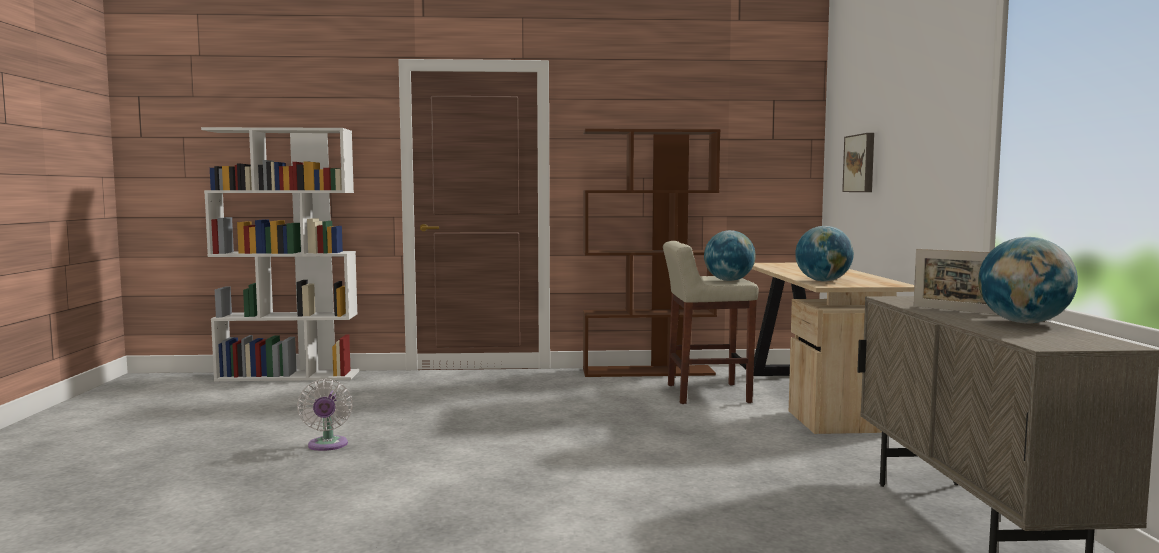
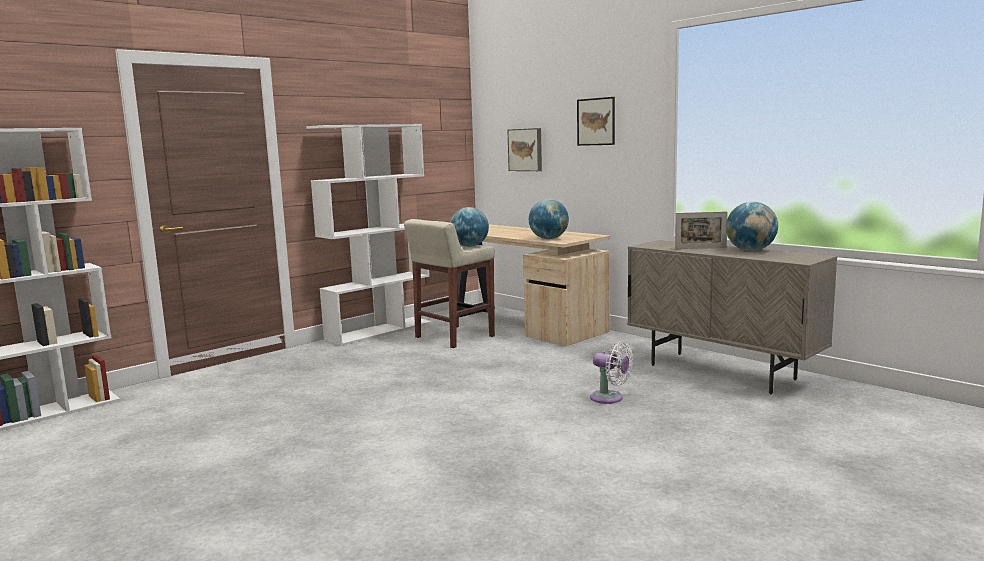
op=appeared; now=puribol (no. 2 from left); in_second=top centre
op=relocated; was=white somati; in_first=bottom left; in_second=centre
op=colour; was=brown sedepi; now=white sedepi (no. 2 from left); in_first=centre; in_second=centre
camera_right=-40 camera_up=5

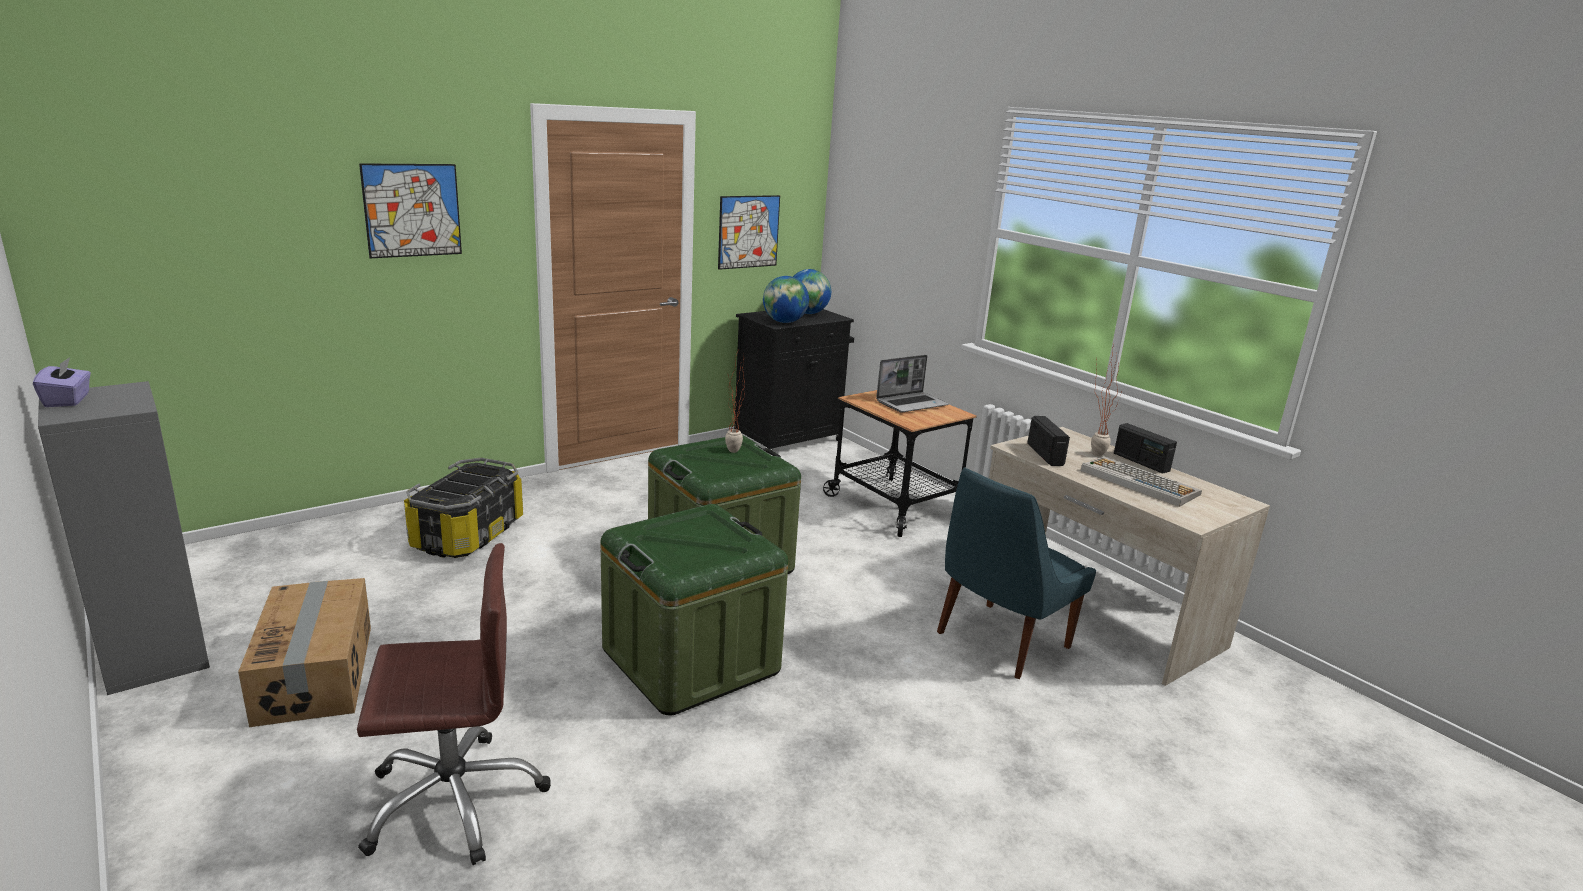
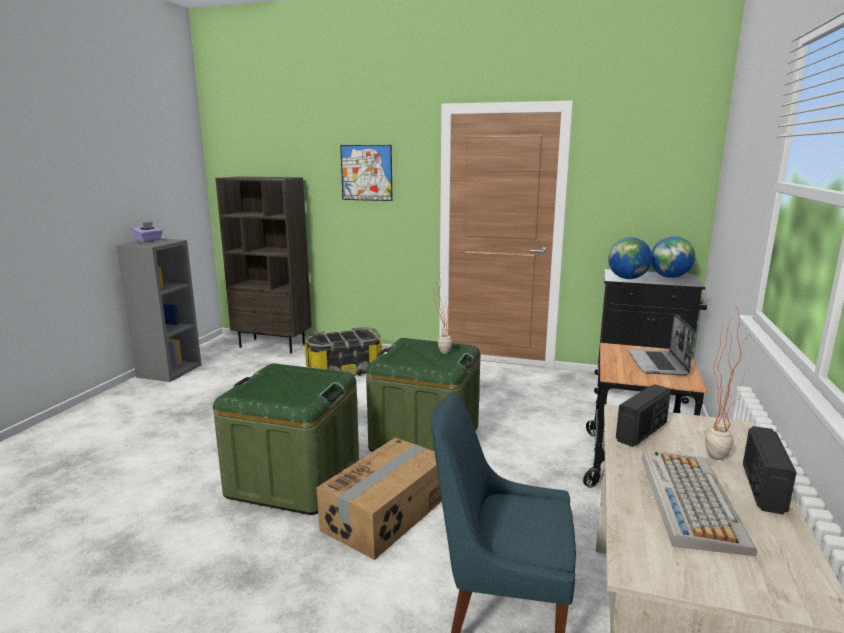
op=missing; was=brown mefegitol; in_first=bottom left
op=missing; was=puribol (no. 2 from left); in_first=top centre
op=appeared; now=brown sedepi; in_second=middle left
op=relocated; was=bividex; in_first=bottom left; in_second=bottom centre
op=spun; was=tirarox; in_first=centre; in_second=middle right; clockwise=75
camera_right=55 camera_up=-5

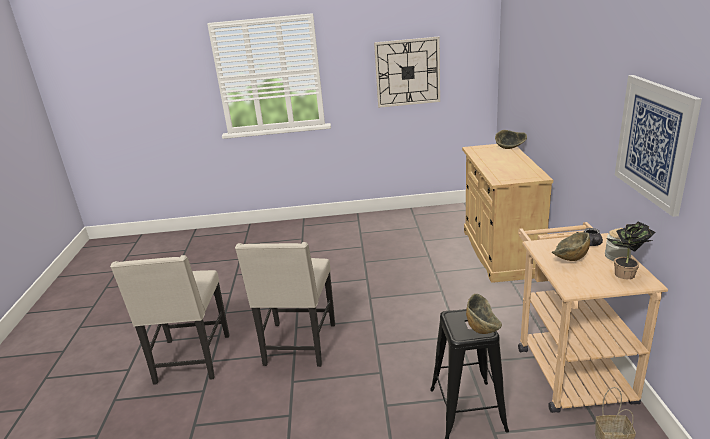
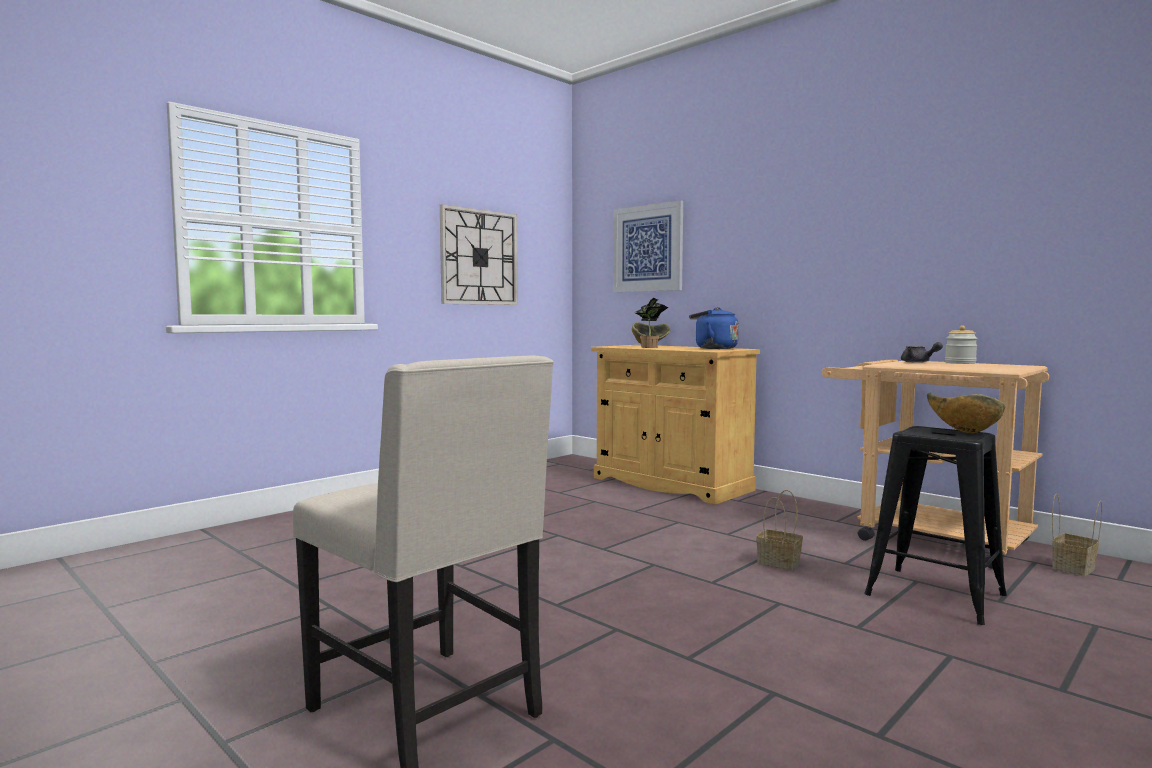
op=missing; was=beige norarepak (no. 2 from left); in_first=bottom centre
op=missing; was=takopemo (no. 3 from left); in_first=middle right
op=appeared; now=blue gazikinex; in_second=centre
op=appeared; now=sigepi (no. 1 from left); in_second=bottom right
op=relocated; was=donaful; in_first=middle right; in_second=centre
op=relocated; was=puribol; in_first=top right; in_second=top centre
camera_right=-45 camera_up=-20

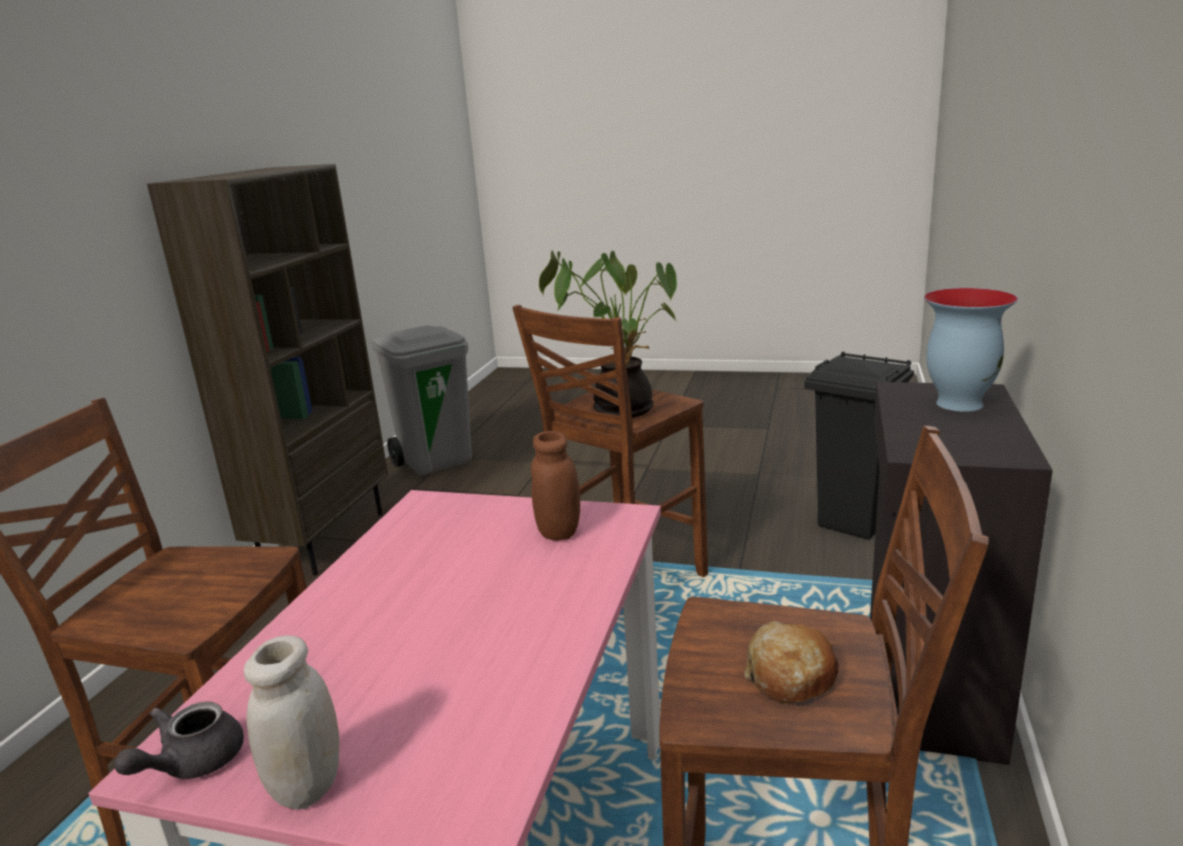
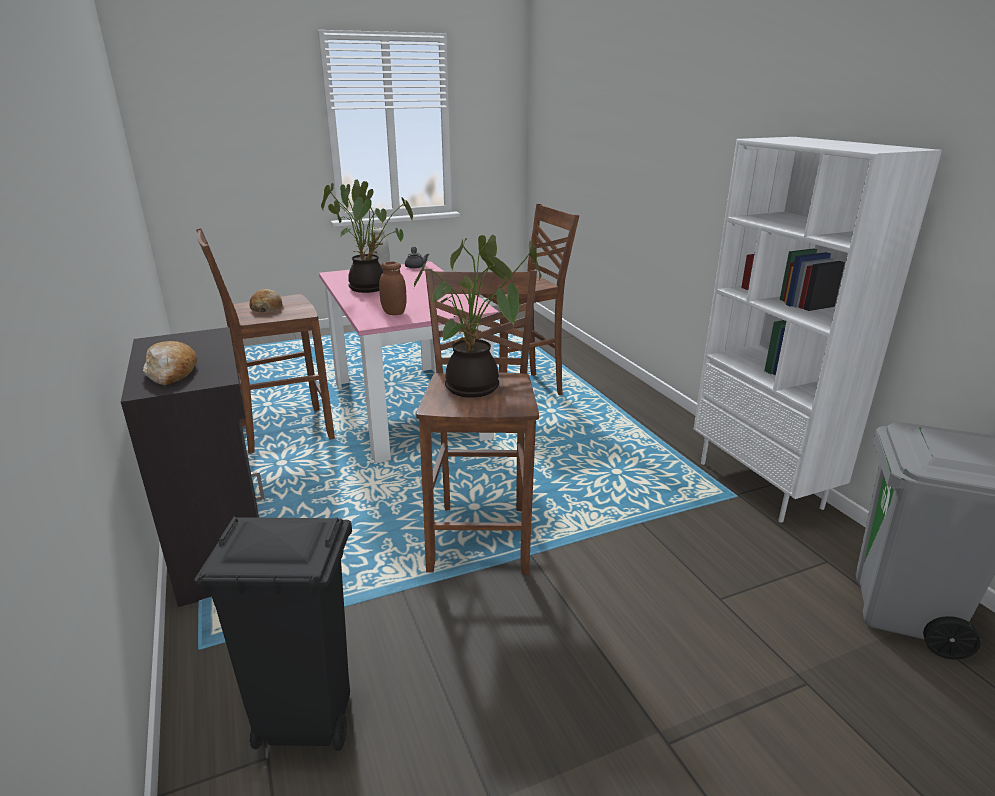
op=appeared; now=donaful (no. 1 from left); in_second=top centre
op=exchanged; was=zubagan; now=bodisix (no. 1 from left); in_first=middle right; in_second=middle left
op=colour; was=brown sedepi; now=white sedepi; in_first=middle left; in_second=middle right
camera_right=140 camera_up=5

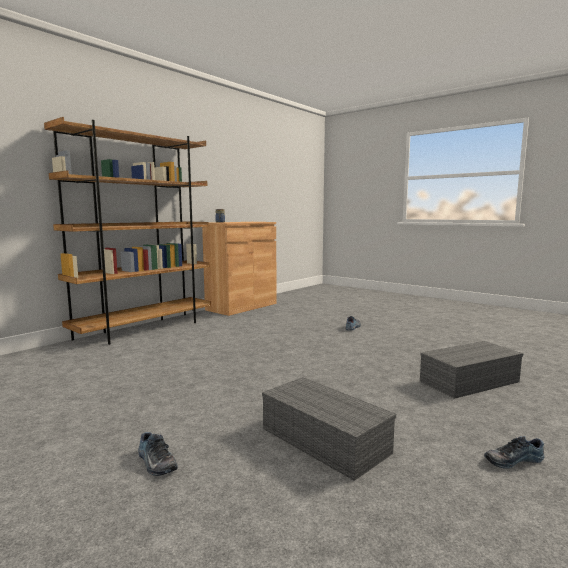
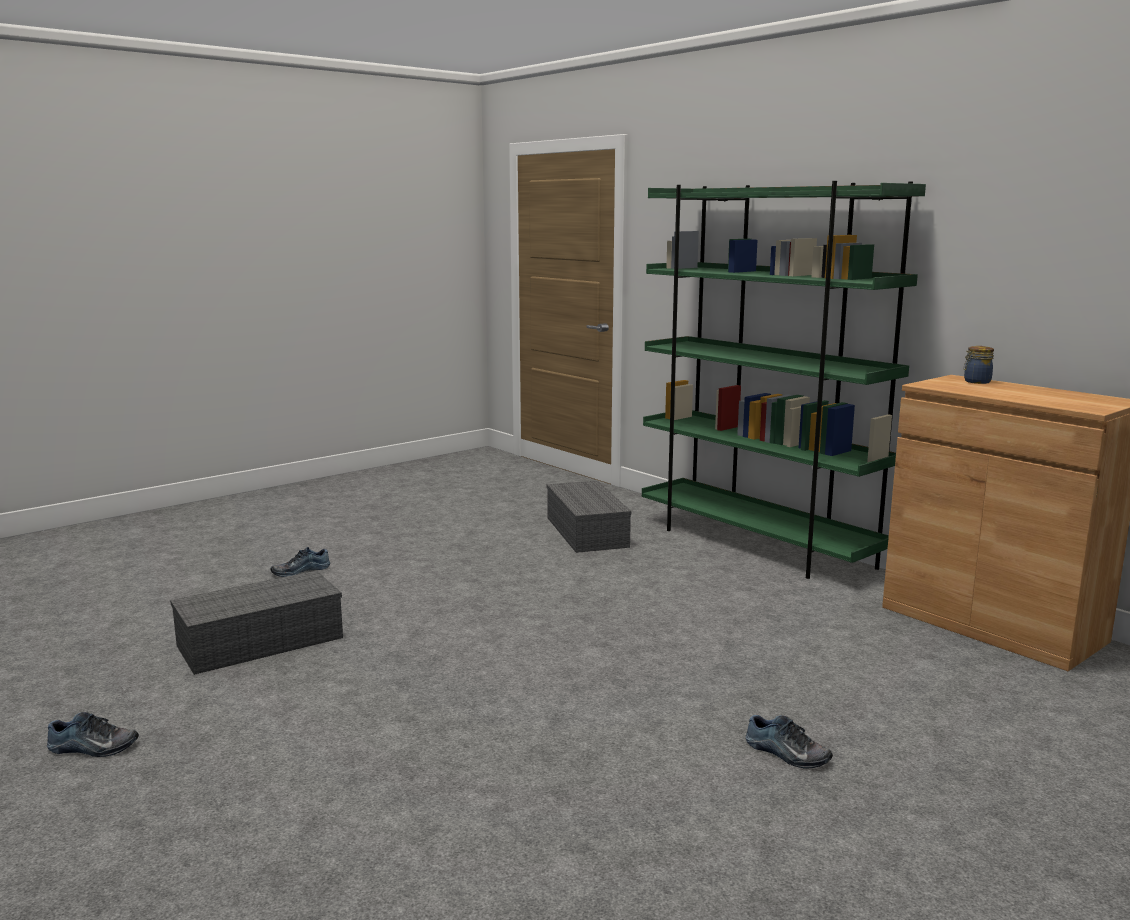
op=relocated; was=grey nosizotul (no. 2 from left); in_first=middle right; in_second=centre
op=colour; was=brown sedepi; now=green sedepi; in_first=middle left; in_second=middle right
op=spun; was=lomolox (no. 3 from left in the first image); in_first=bottom right; in_second=bottom left; clockwise=90
camera_right=100 camera_up=5

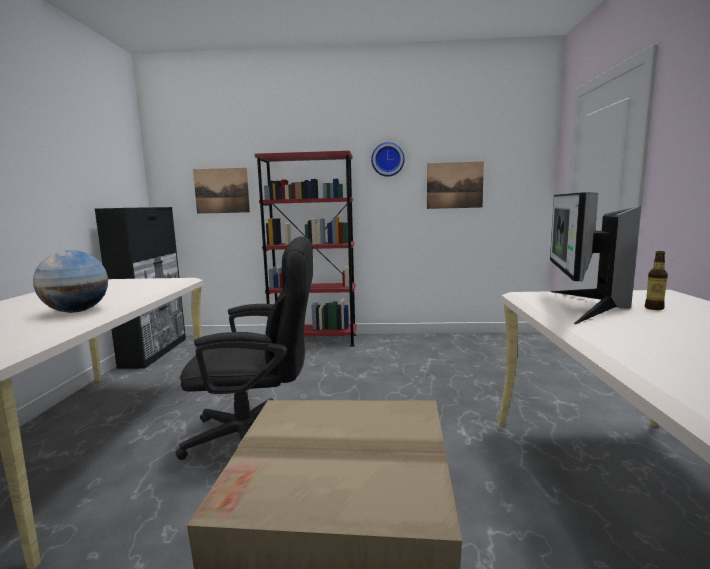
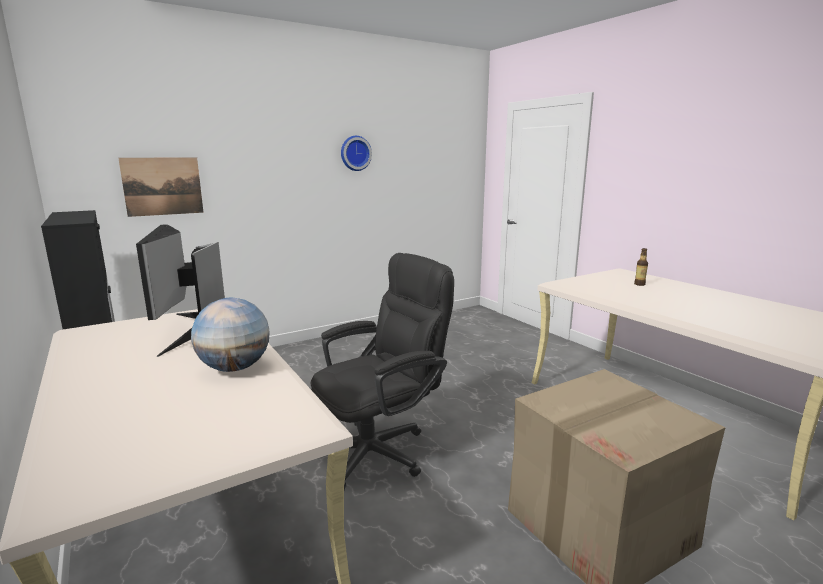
op=missing; was=red sedepi; in_first=centre
op=missing; was=puribol (no. 2 from left); in_first=top centre
op=relocated; was=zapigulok; in_first=middle right; in_second=middle left
camera_right=-35 camera_up=5

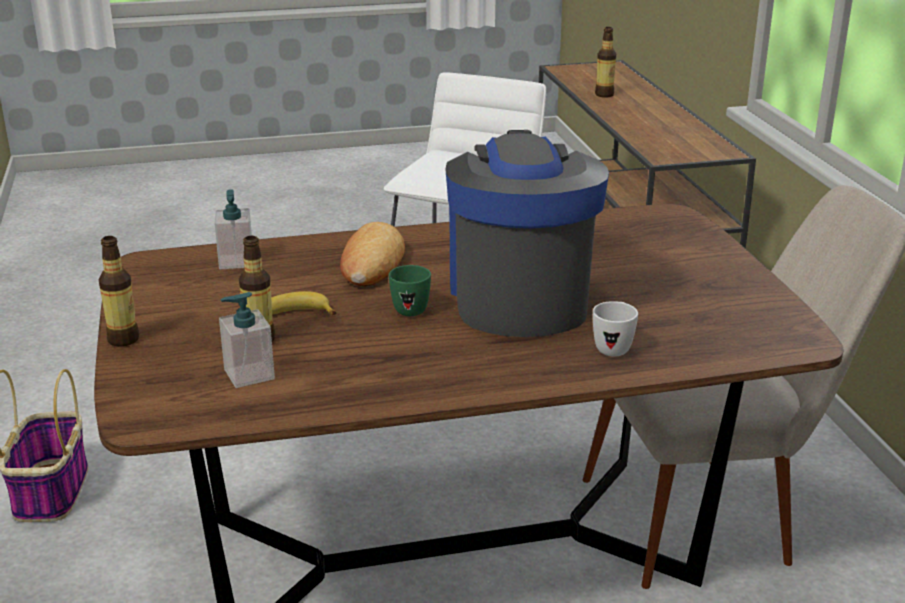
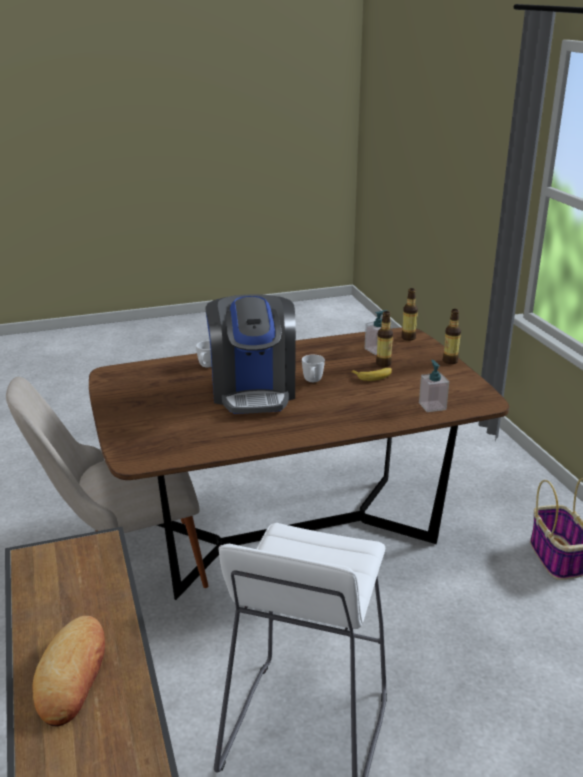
op=relocated; was=bodisix; in_first=centre; in_second=bottom left
op=relocated; was=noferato (no. 3 from left in the first image); now=noferato (no. 2 from left); in_first=top right; in_second=middle right
op=colour; was=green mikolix; now=white mikolix (no. 2 from left); in_first=centre; in_second=centre
camera_right=175 camera_up=0

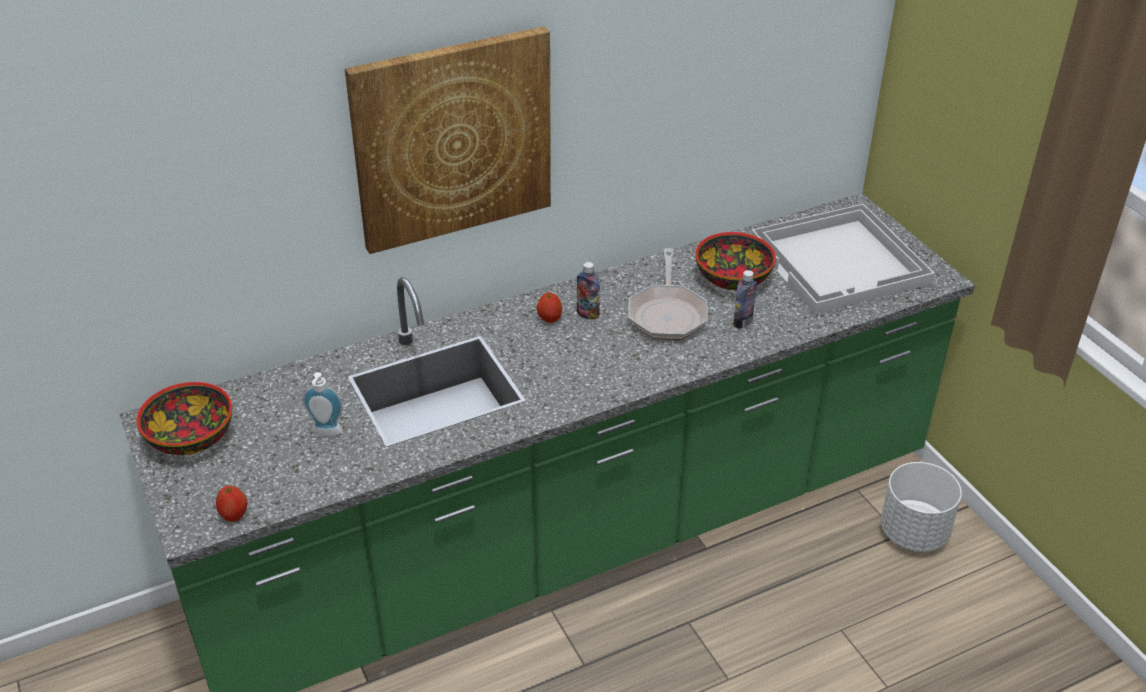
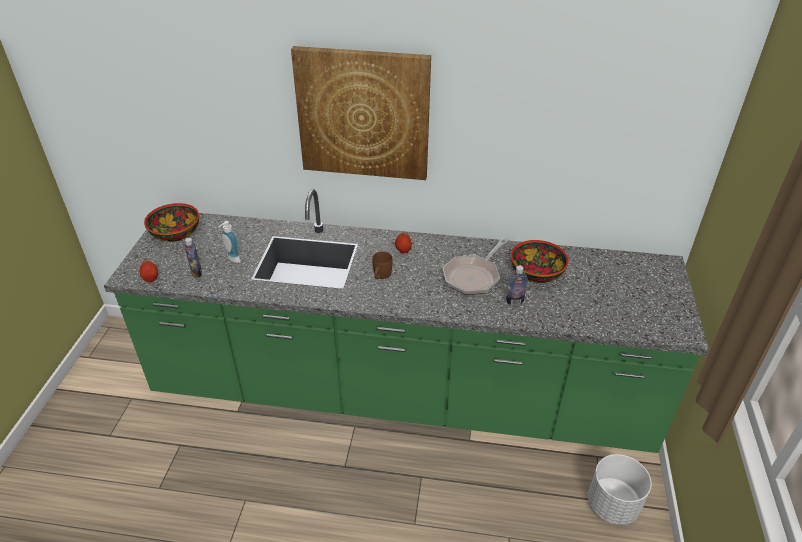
op=missing; was=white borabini; in_first=middle right
op=appeared; now=brown mikolix; in_second=centre
op=relocated; was=noferato (no. 1 from left); in_first=centre; in_second=middle left
camera_right=35 camera_up=0

